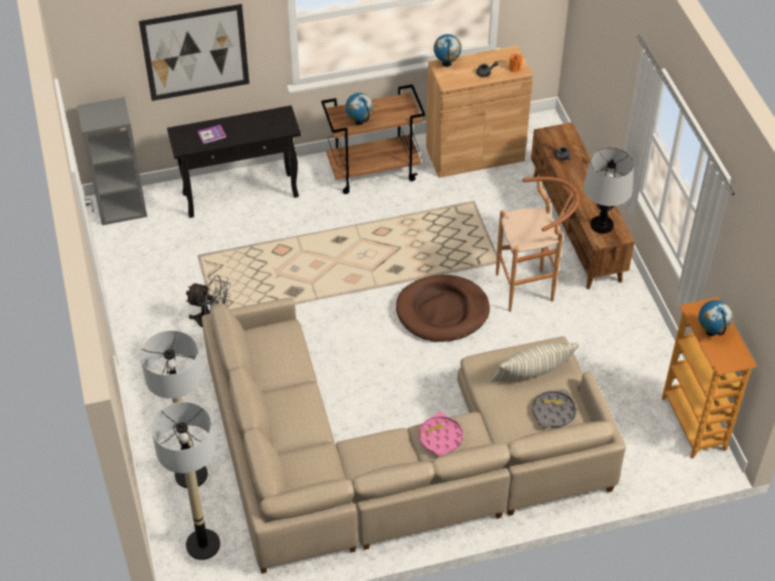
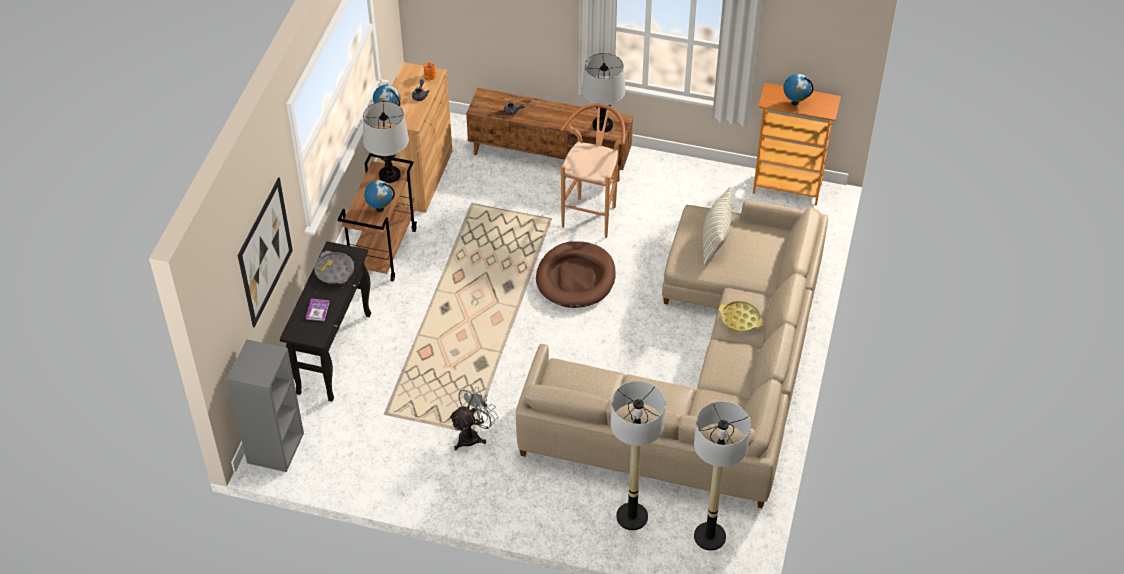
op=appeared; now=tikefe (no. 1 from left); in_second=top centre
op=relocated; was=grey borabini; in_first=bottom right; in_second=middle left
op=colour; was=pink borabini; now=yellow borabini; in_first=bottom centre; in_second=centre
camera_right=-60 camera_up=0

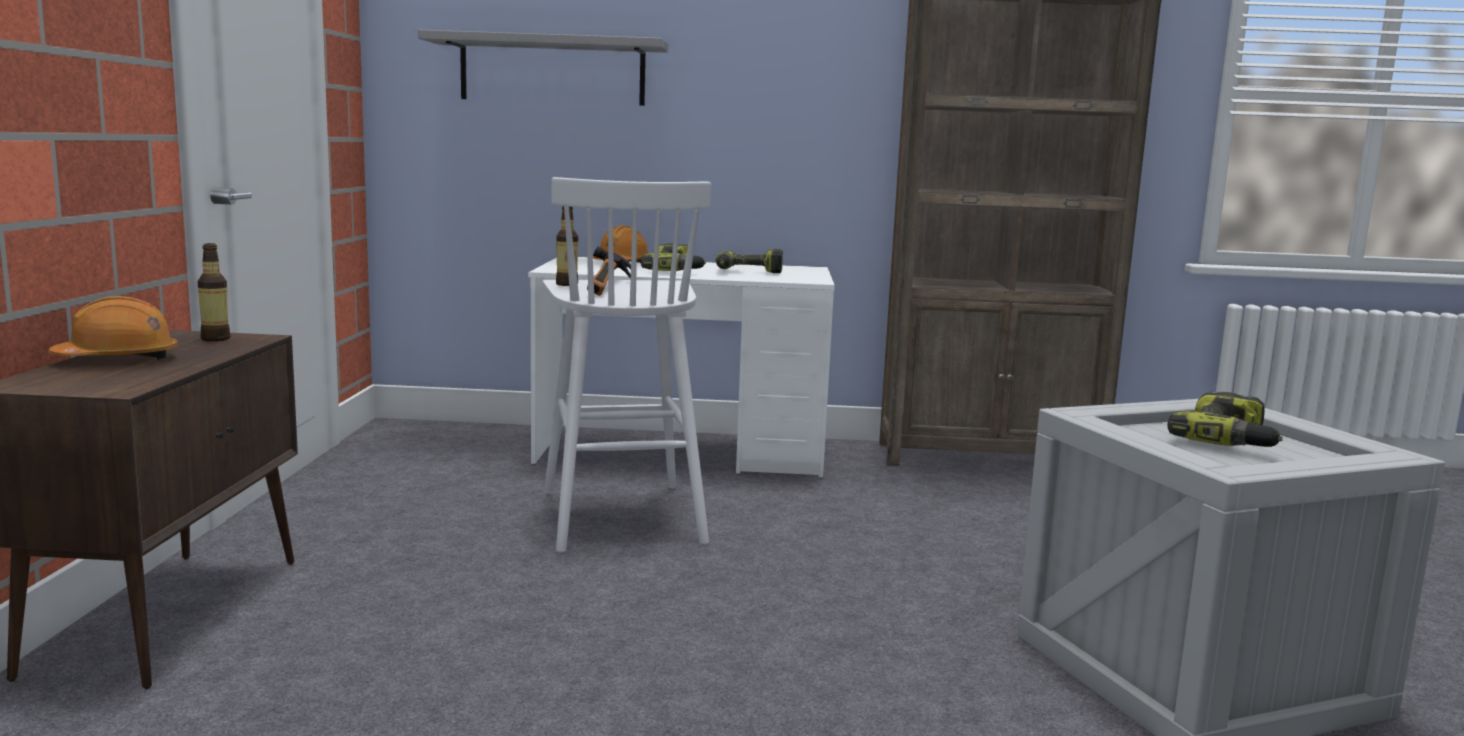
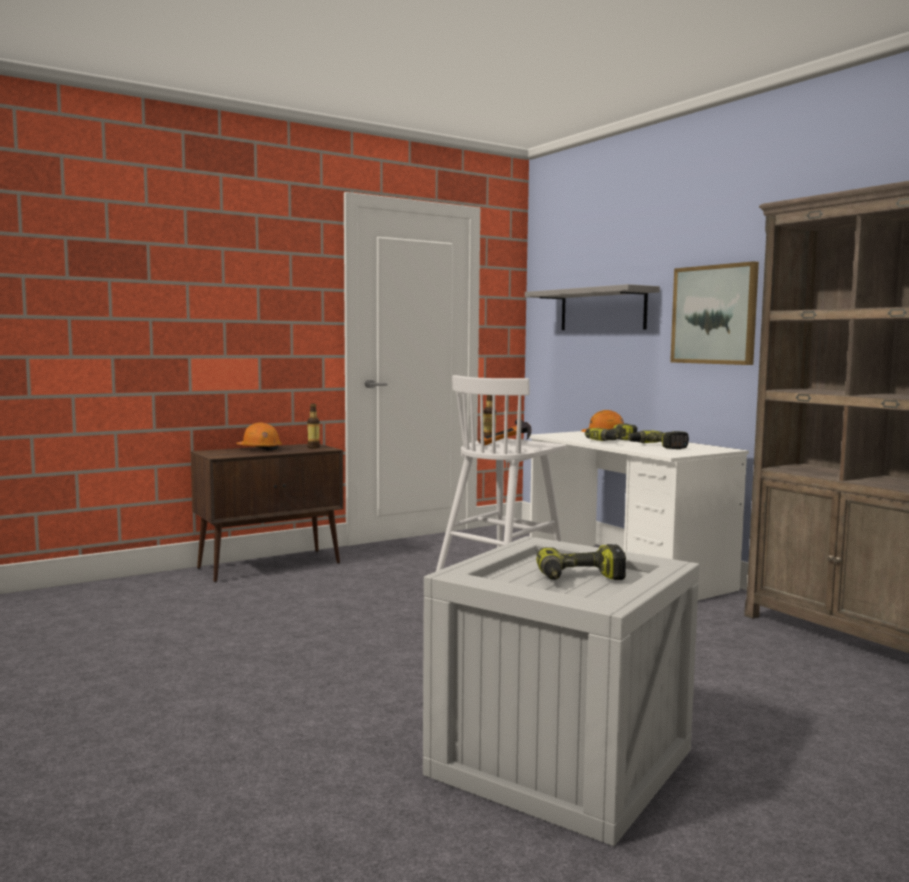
op=appeared; now=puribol; in_second=middle right
camera_right=55 camera_up=-5

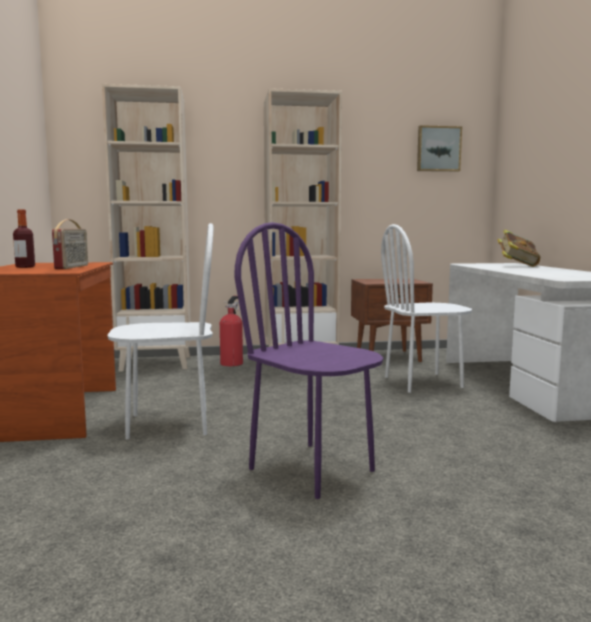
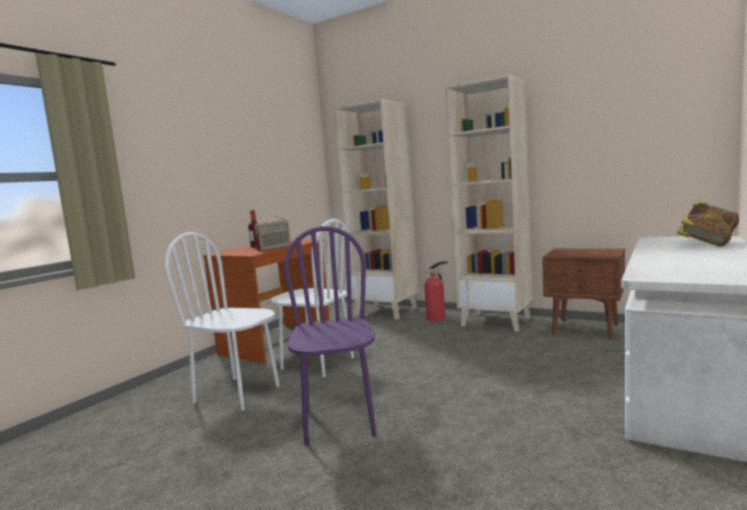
op=missing; was=puribol; in_first=top right
op=relocated; was=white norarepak (no. 2 from left in the first image); now=white norarepak (no. 1 from left); in_first=middle right; in_second=middle left
camera_right=40 camera_up=0

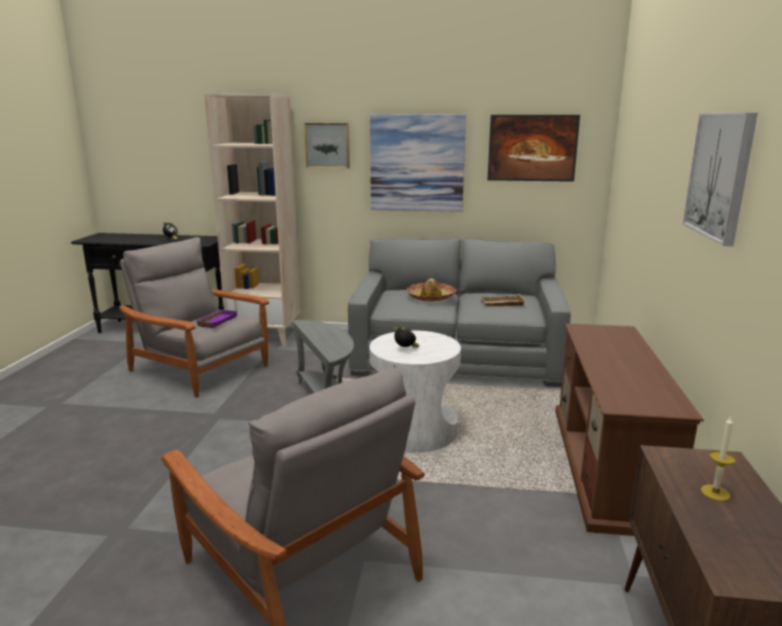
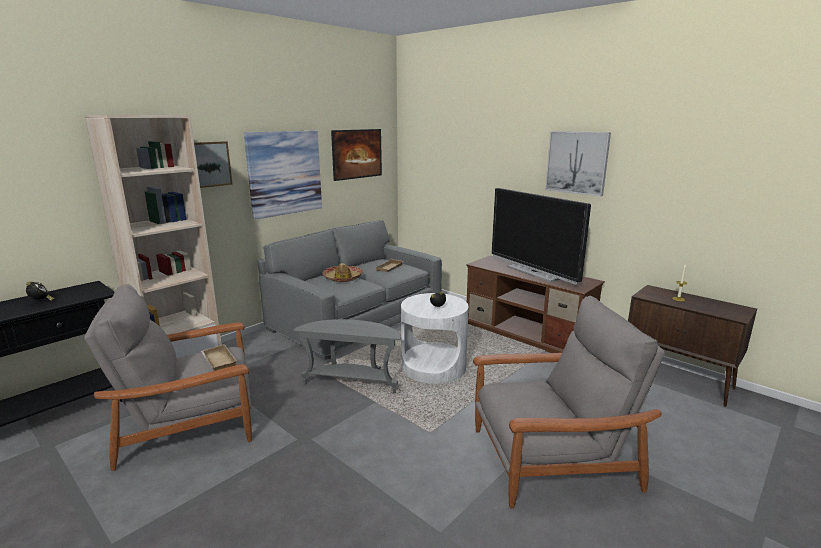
op=appeared; now=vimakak; in_second=centre
op=colour; was=purple borabini; now=beige borabini (no. 1 from left); in_first=middle left; in_second=middle left
camera_right=-55 camera_up=0

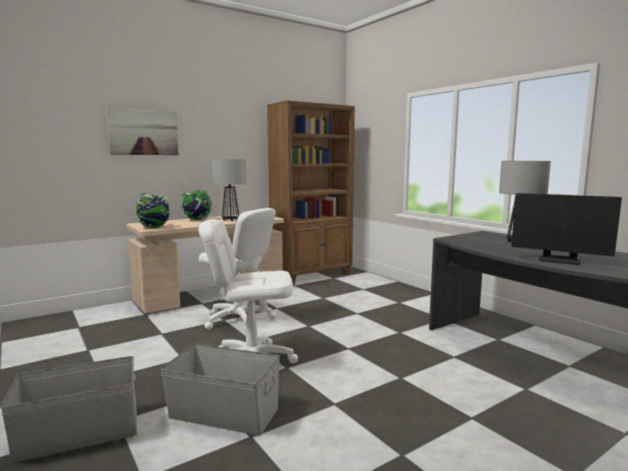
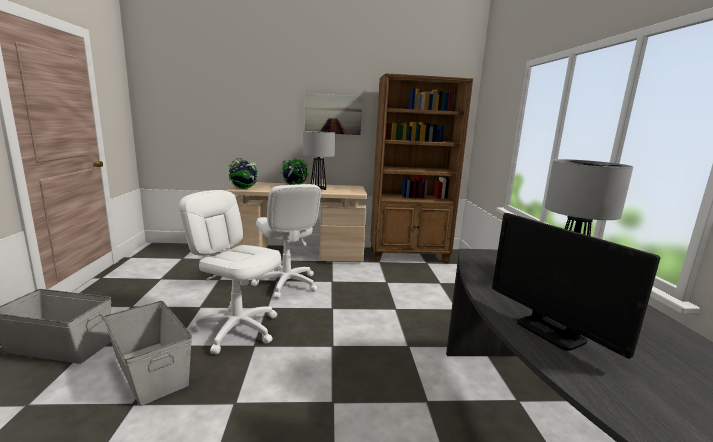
op=relocated; was=puribol; in_first=top left; in_second=top centre
camera_right=30 camera_up=5

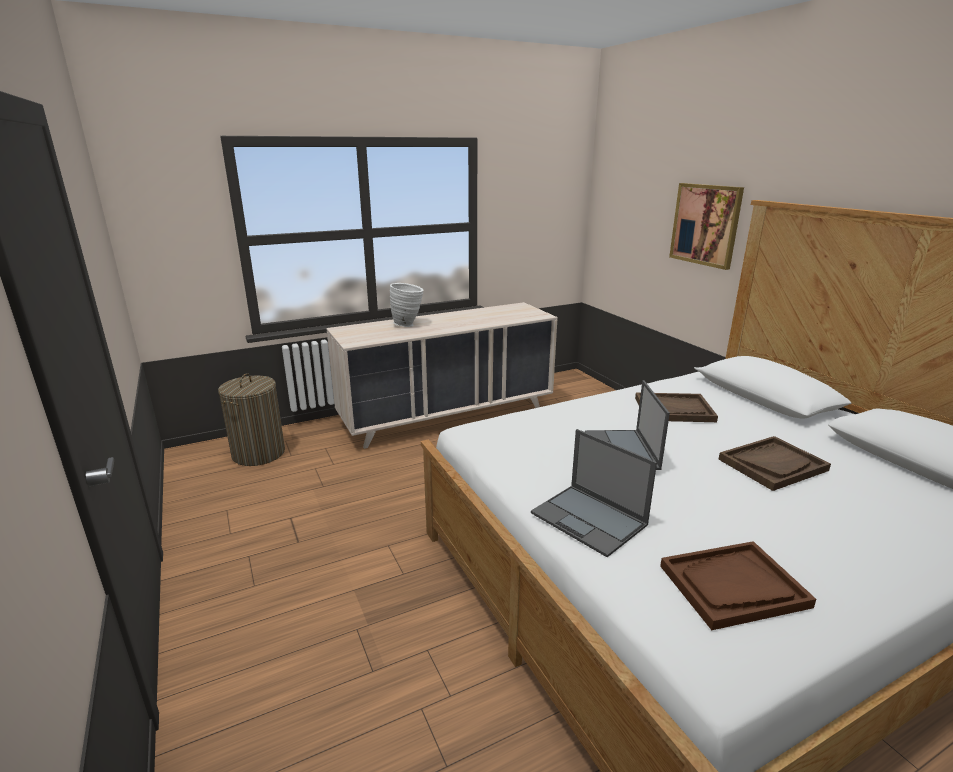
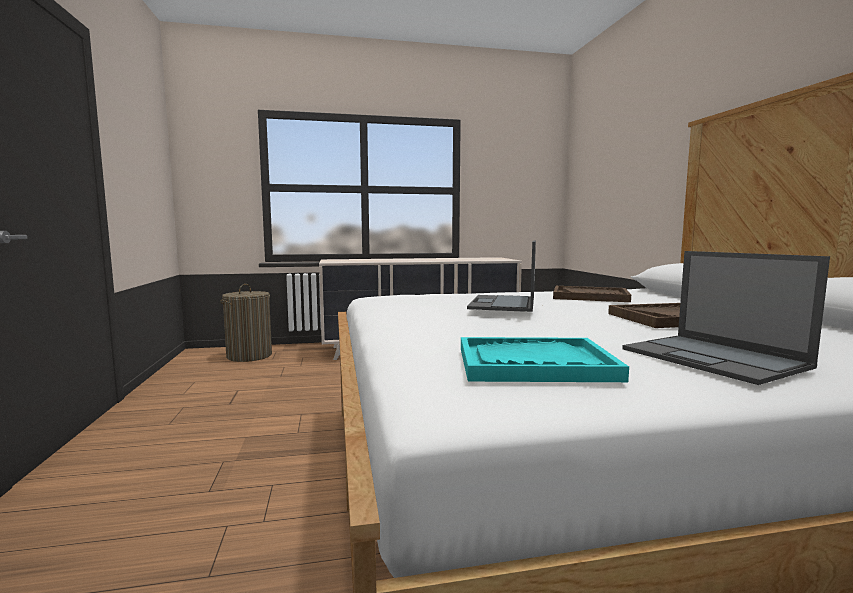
op=missing; was=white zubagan; in_first=centre
op=missing; was=puribol; in_first=top right
op=relocated; was=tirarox (no. 1 from left in the first image); now=tirarox (no. 2 from left); in_first=centre; in_second=middle right
op=colour; was=brown borabini (no. 2 from left); now=turquoise borabini; in_first=bottom right; in_second=centre
camera_right=15 camera_up=-15

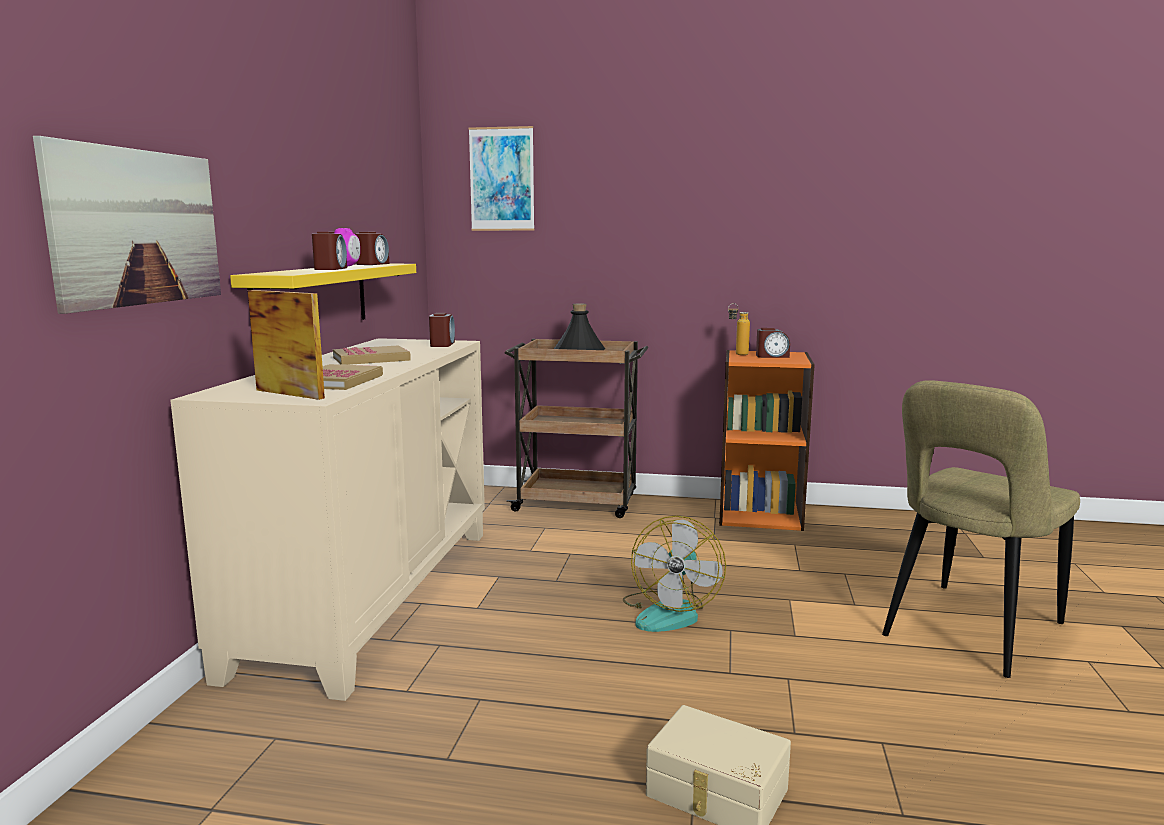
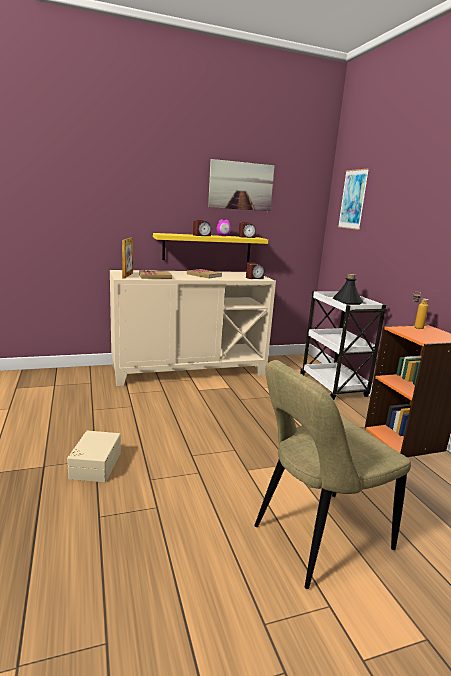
op=missing; was=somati; in_first=bottom centre
op=missing; was=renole (no. 5 from left); in_first=centre
op=relocated; was=puribol (no. 1 from left); in_first=top left; in_second=top centre
op=colour; was=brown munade; now=white munade; in_first=centre; in_second=middle right
op=spun; was=beige norarepak; in_first=middle right; in_second=bottom right; clockwise=-45
camera_right=60 camera_up=5

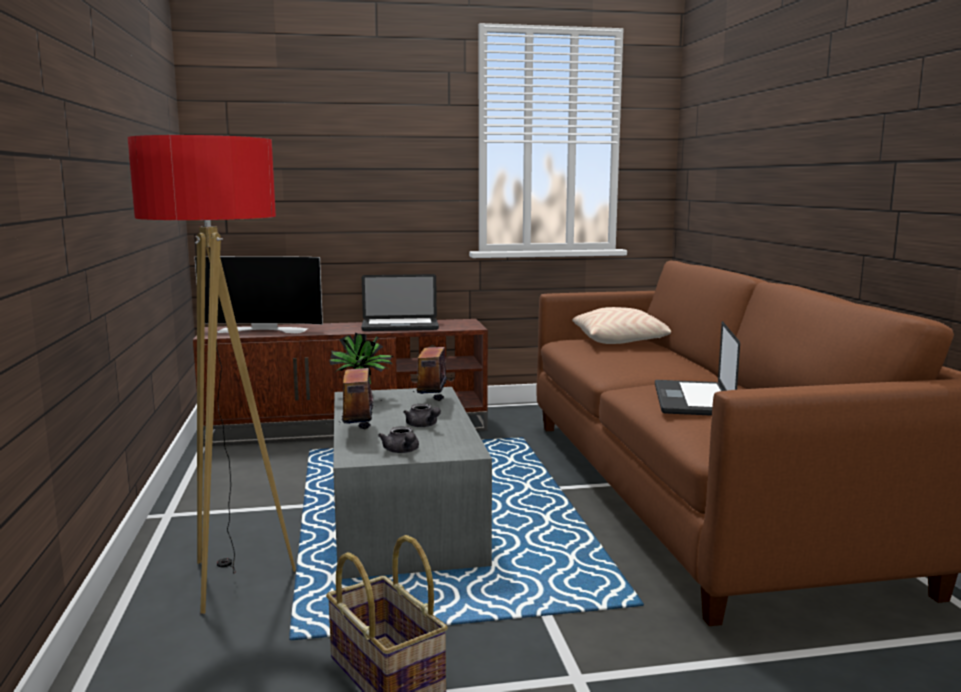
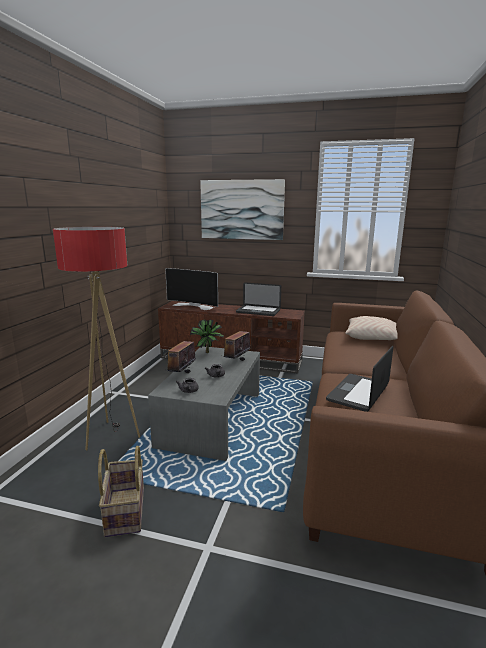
op=appeared; now=puribol; in_second=top centre
camera_right=25 camera_up=5

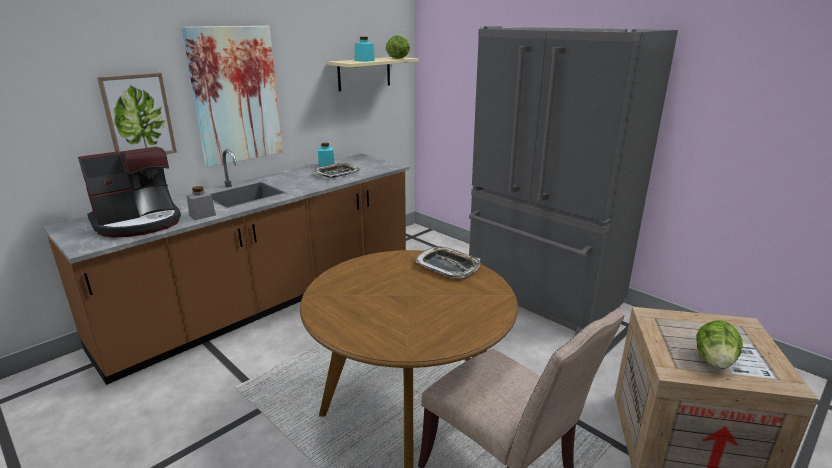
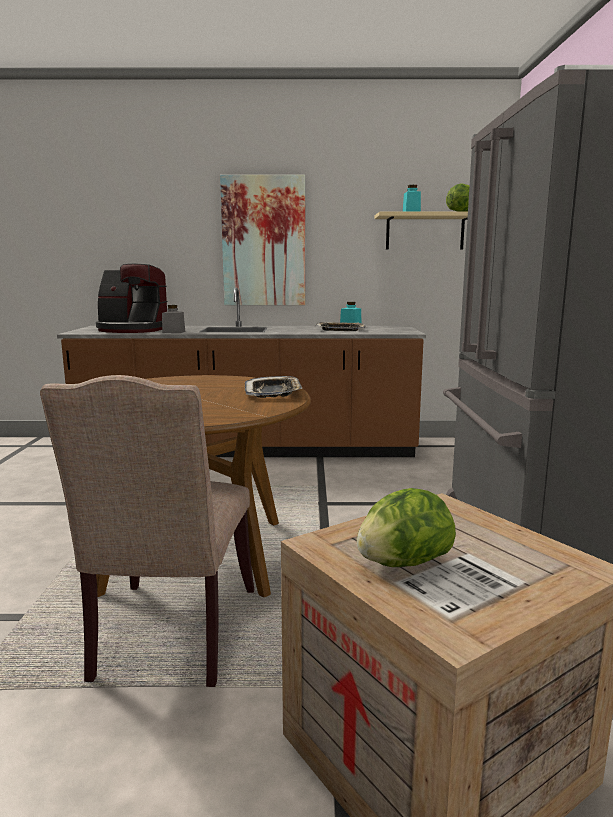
op=missing; was=puribol (no. 1 from left); in_first=top left
camera_right=45 camera_up=-10

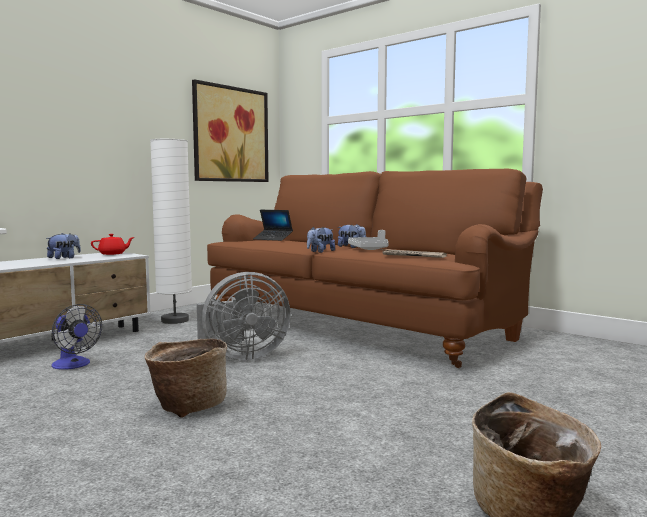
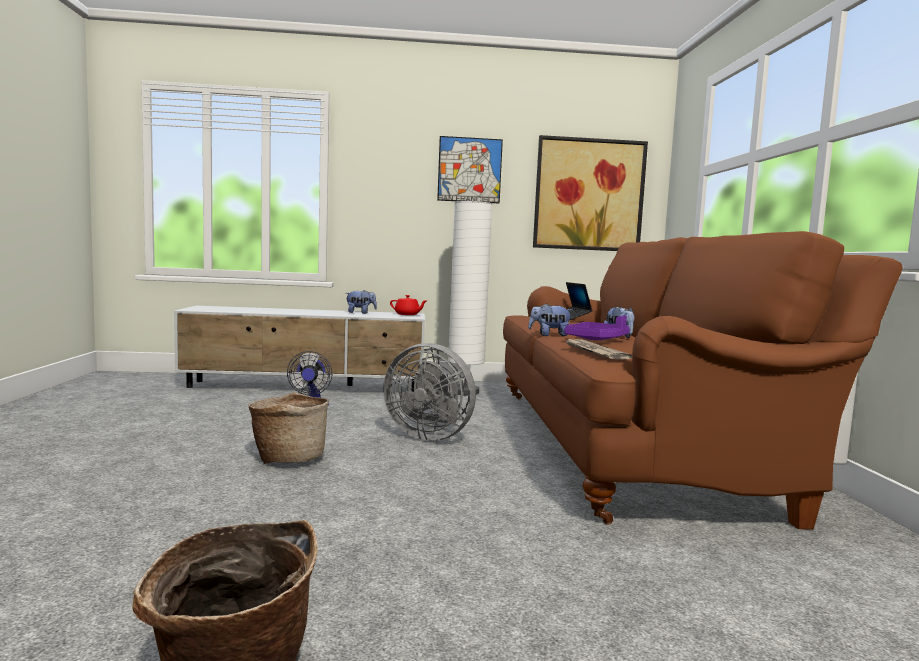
op=appeared; now=puribol (no. 1 from left); in_second=top centre
op=colour; was=grey borabini; now=purple borabini; in_first=centre; in_second=centre
camera_right=45 camera_up=0

